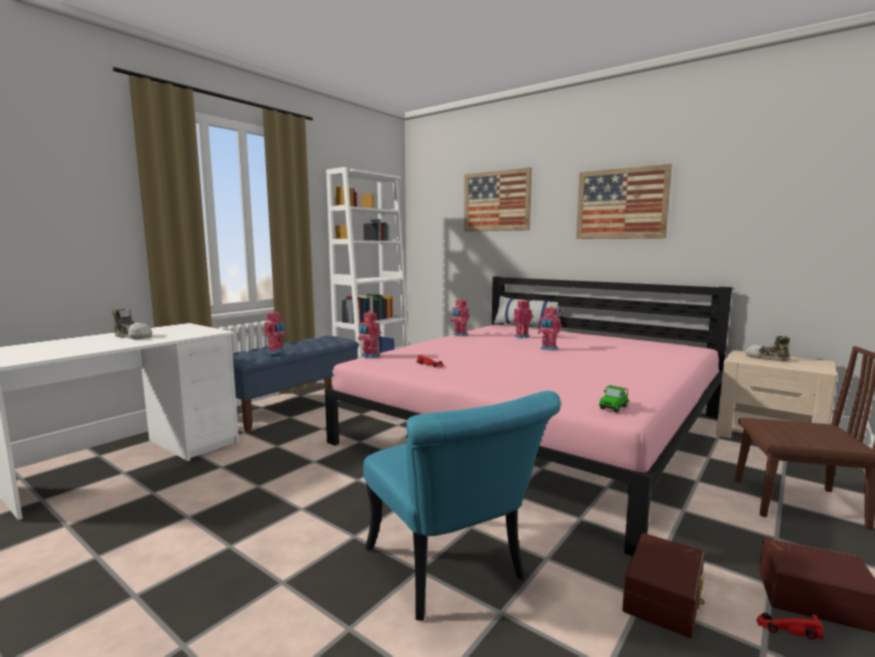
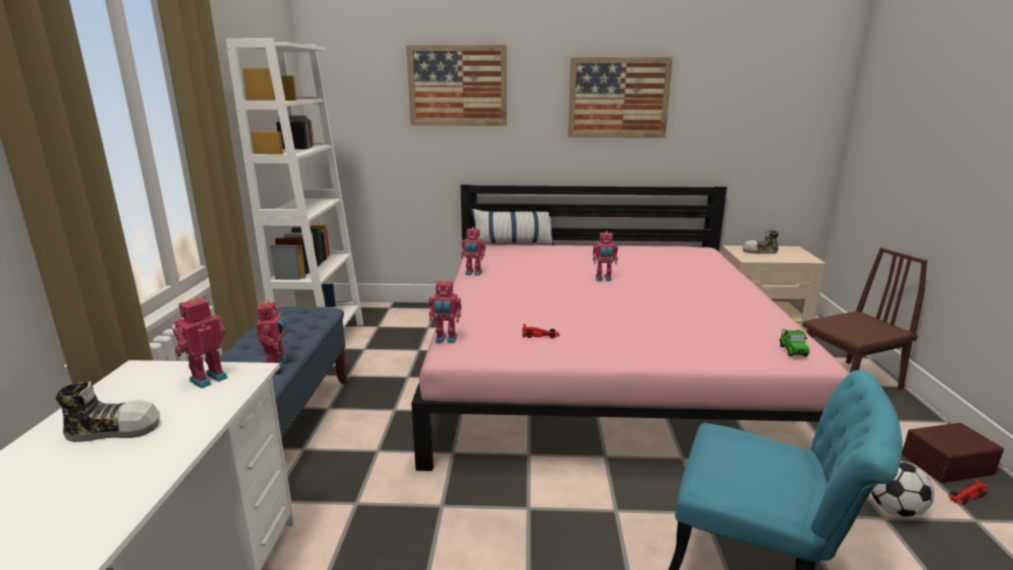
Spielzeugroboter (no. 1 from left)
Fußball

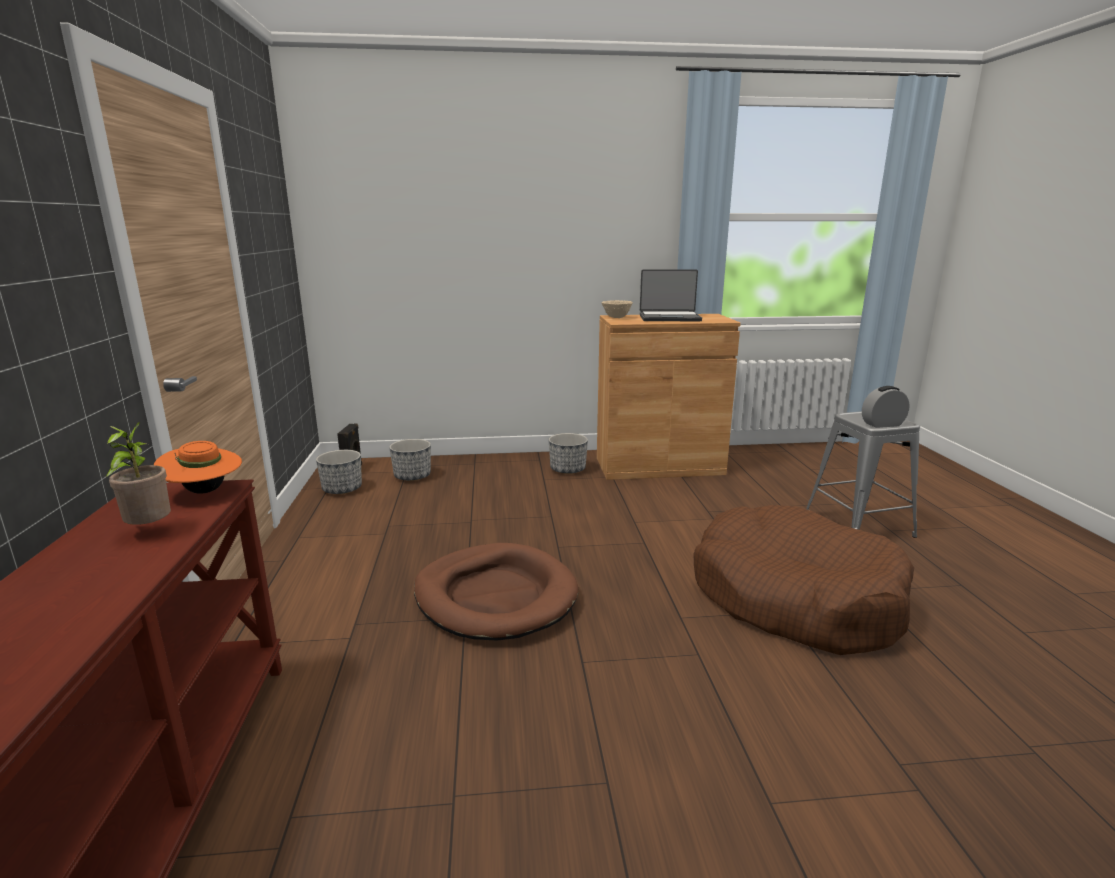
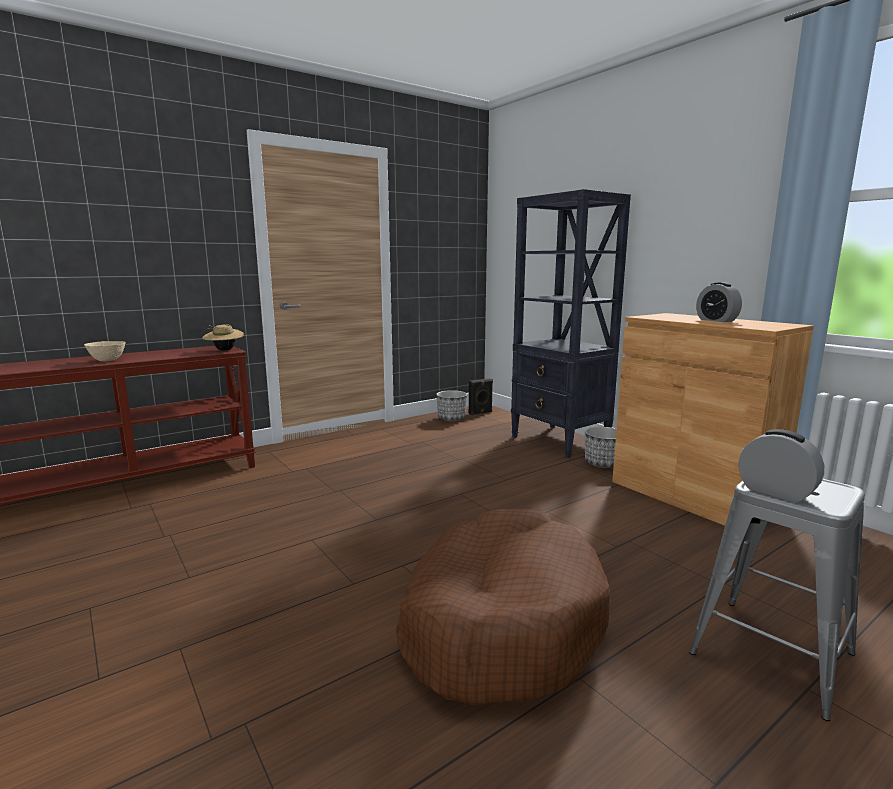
Wecker (no. 1 from left)
Schüssel [beige]
Topfpflanze
Pflanzkübel (no. 2 from left in the first image)
Hut [beige]
Hundebett [braun] (no. 1 from left in the first image)
Bücherregal [schwarz]

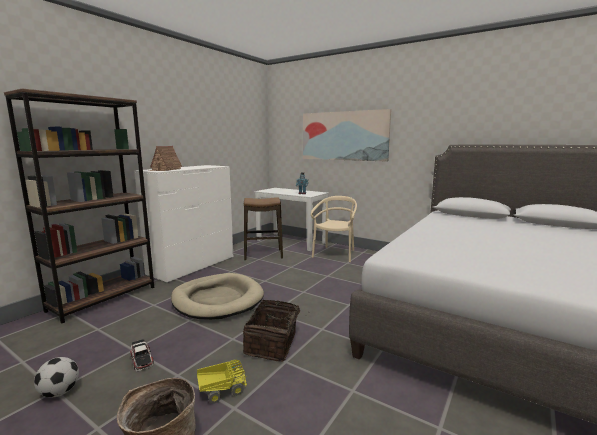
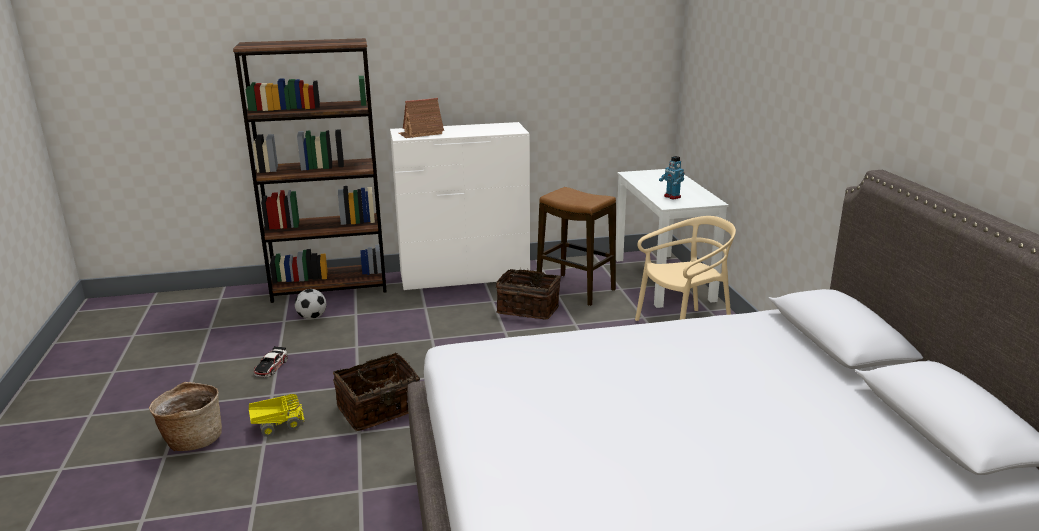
Bild
Hundebett [beige]
Fußball
Spielzeuglaster
Korb (no. 3 from left)

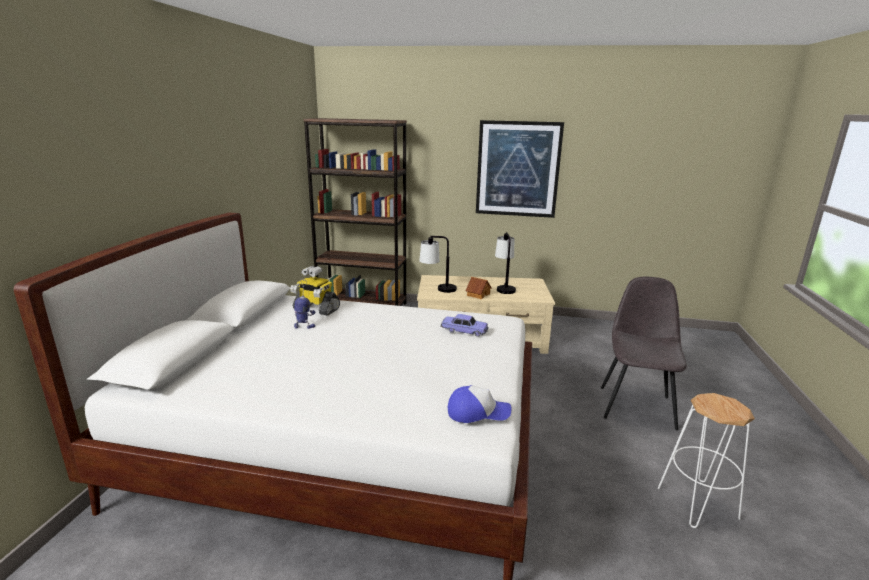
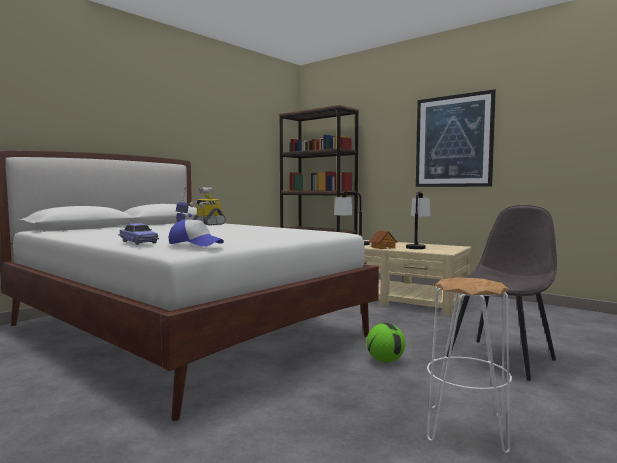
Spielzeugauto
Fußball

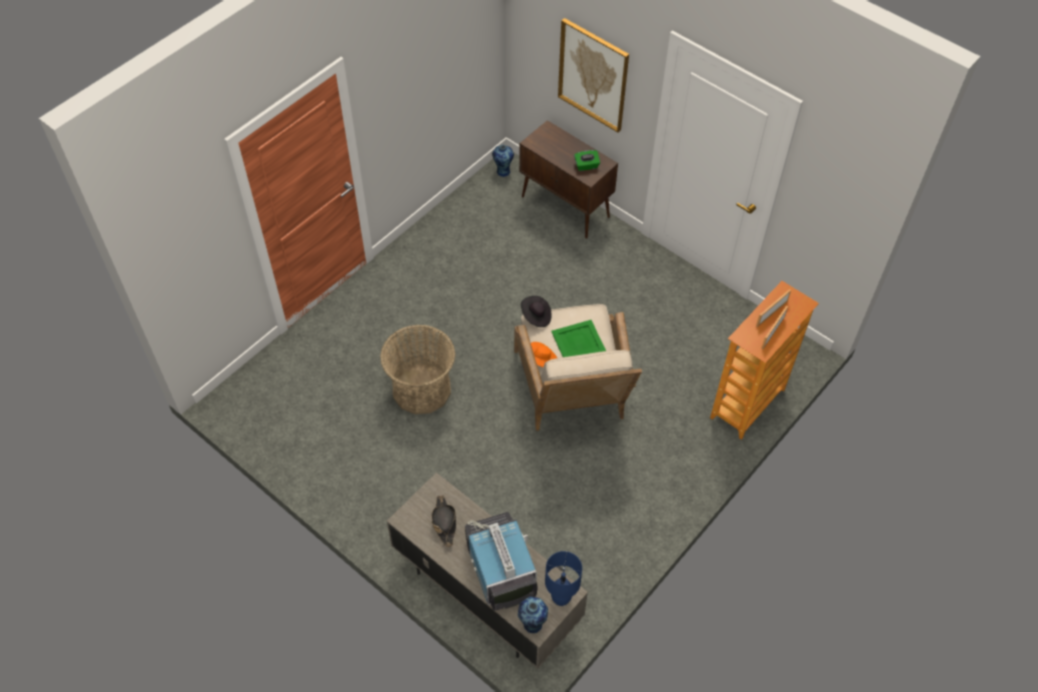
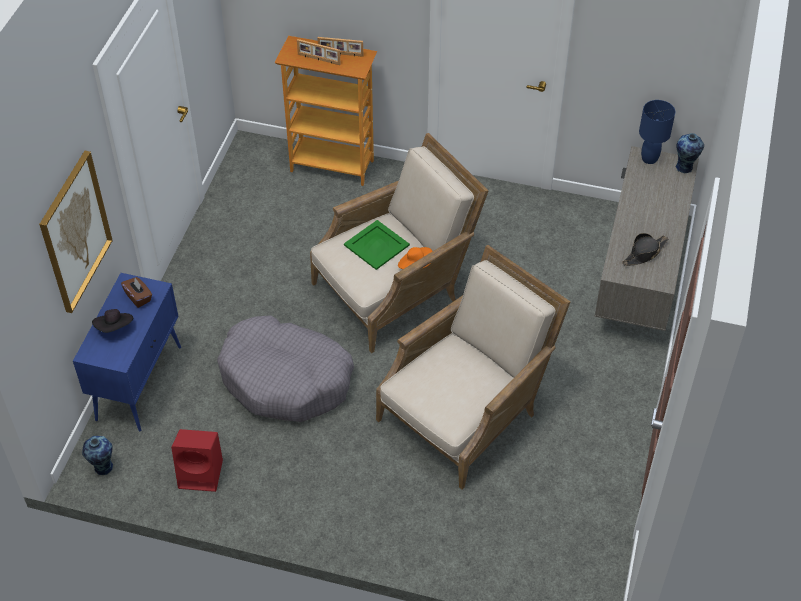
Schrank [blau]
Taschentuchbox [braun]
Hut [schwarz] (no. 1 from left)
Sessel [beige] (no. 2 from left)
Fernseher
Hundebett [grau]
Lautsprecher [rot]

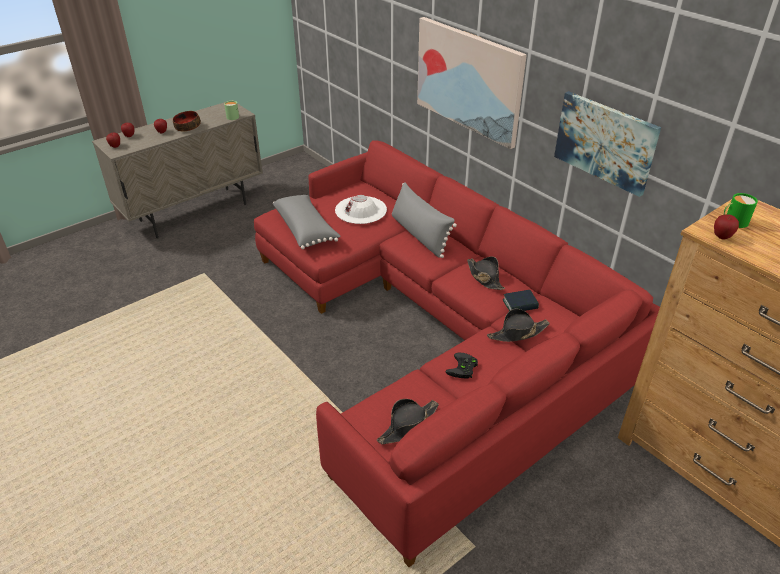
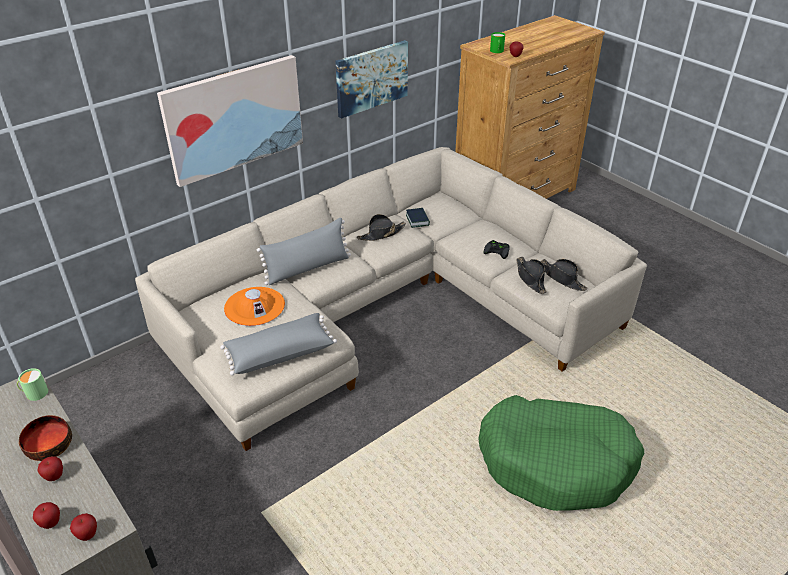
Sofa [beige]
Hut [orange]
Hut [schwarz] (no. 2 from left)
Hundebett [grün]

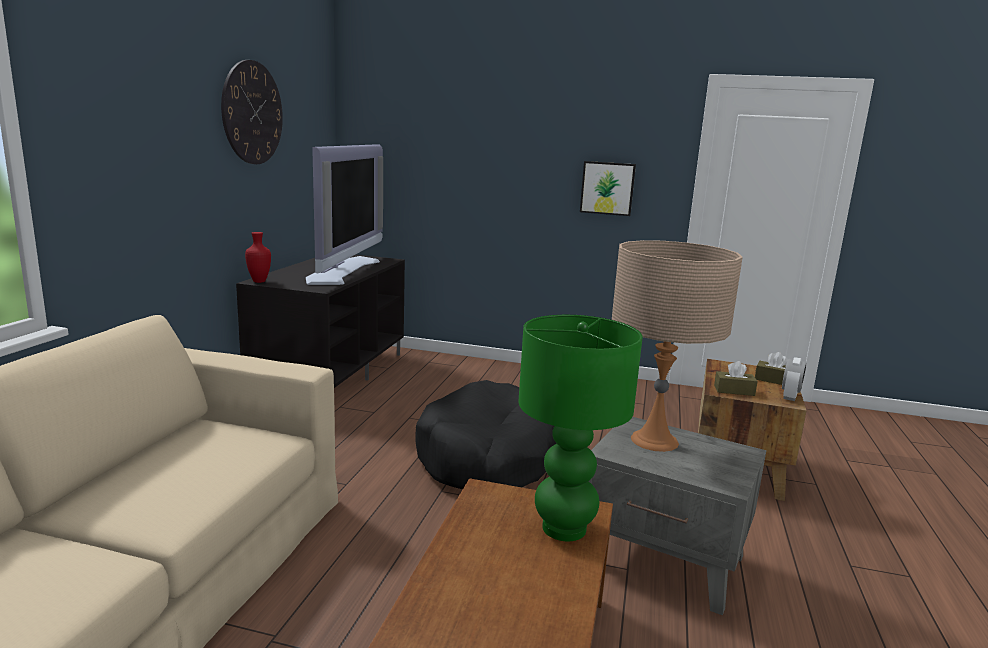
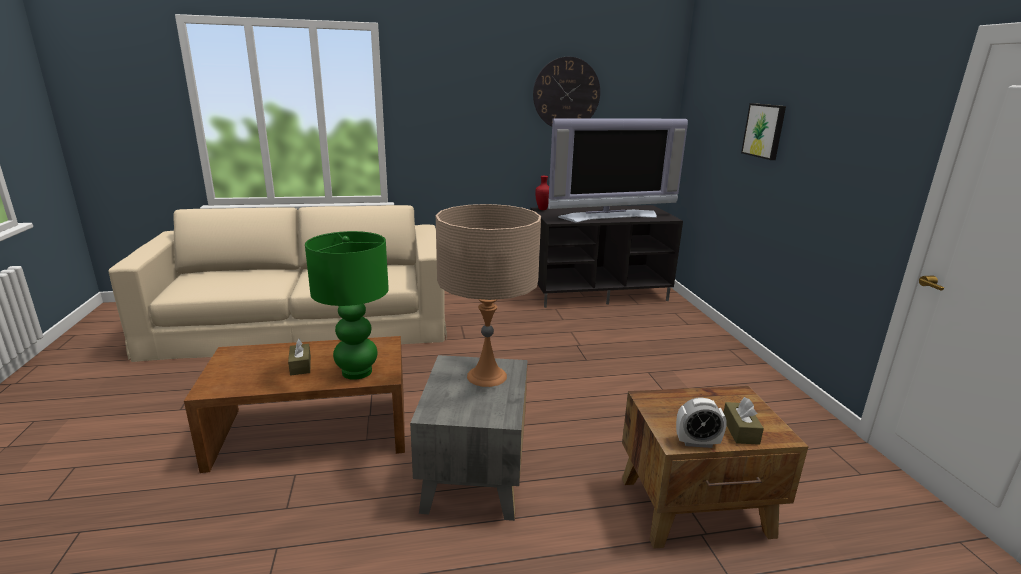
Bild
Taschentuchbox [braun] (no. 1 from left)
Hundebett [schwarz]

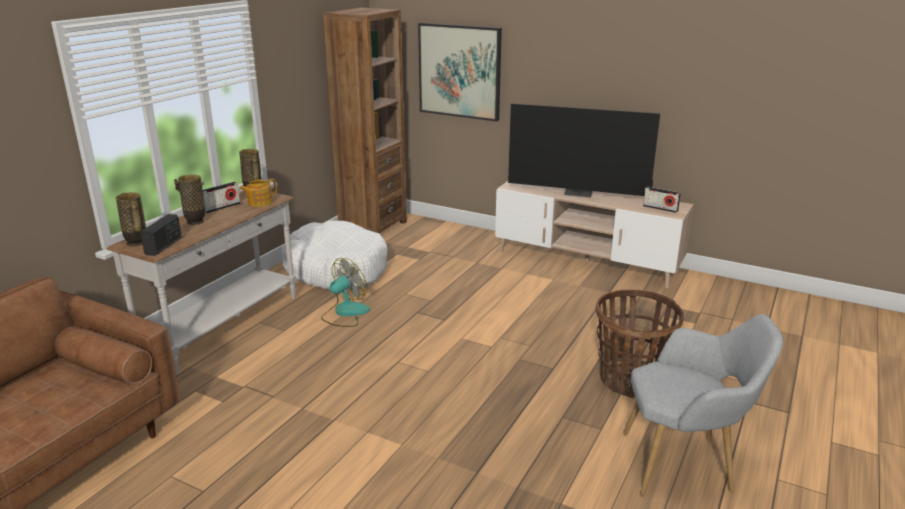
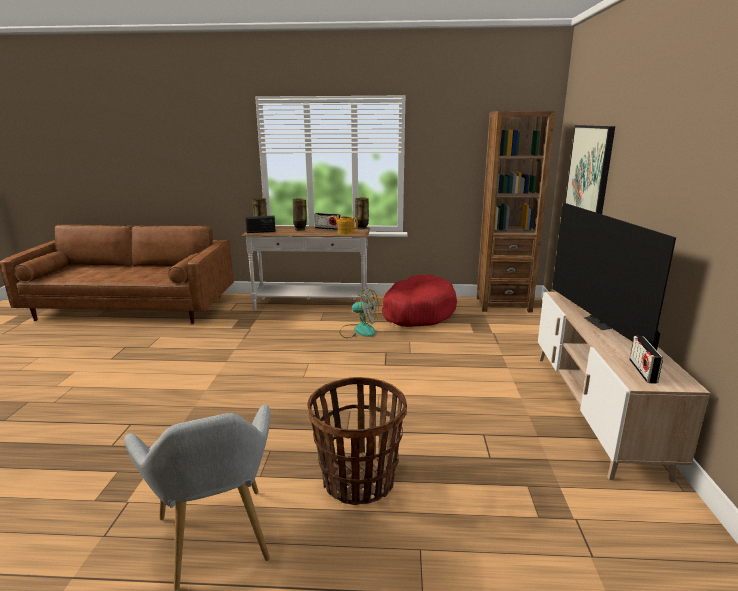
Hundebett [rot]

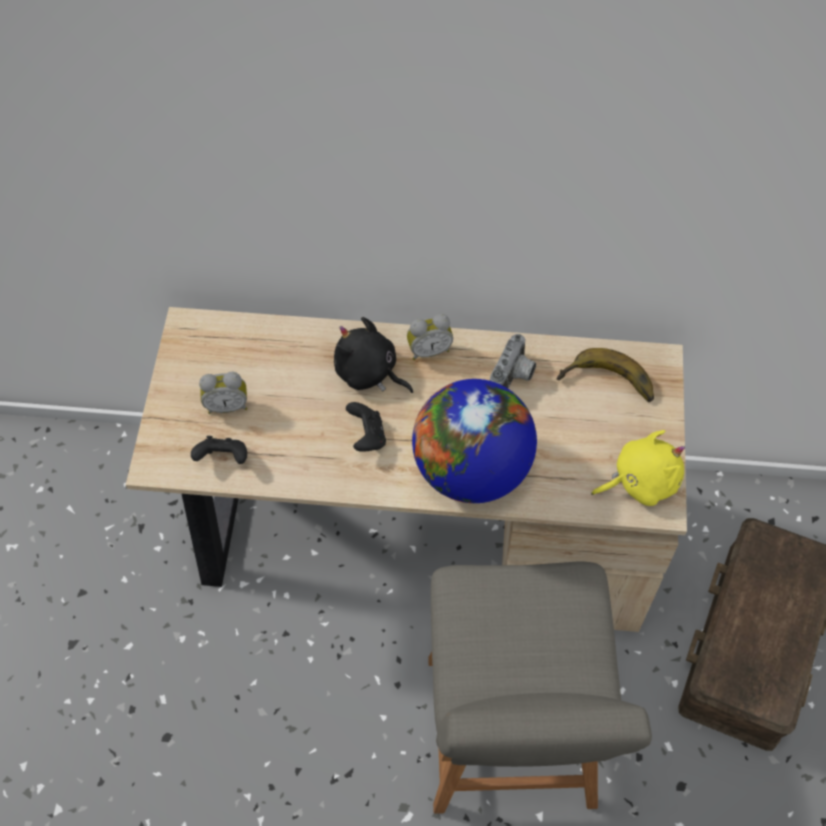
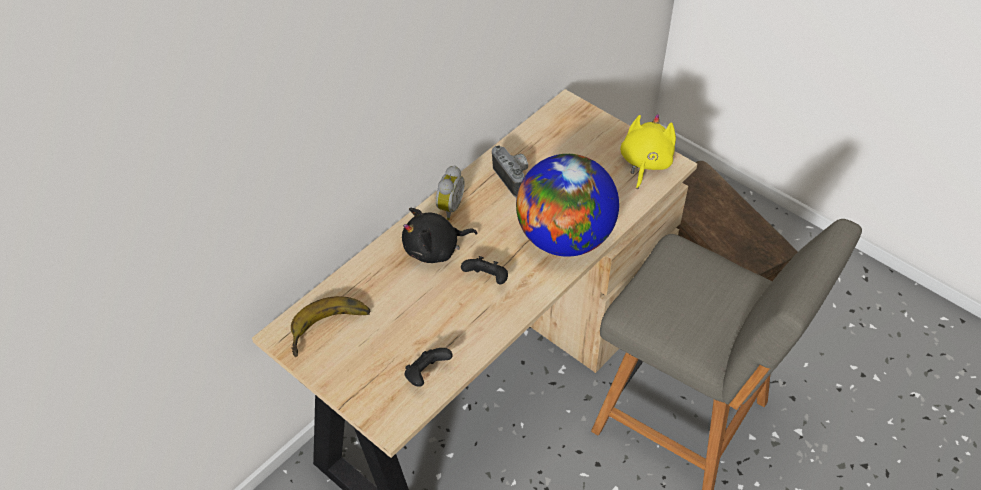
Banane
Wecker (no. 1 from left in the first image)

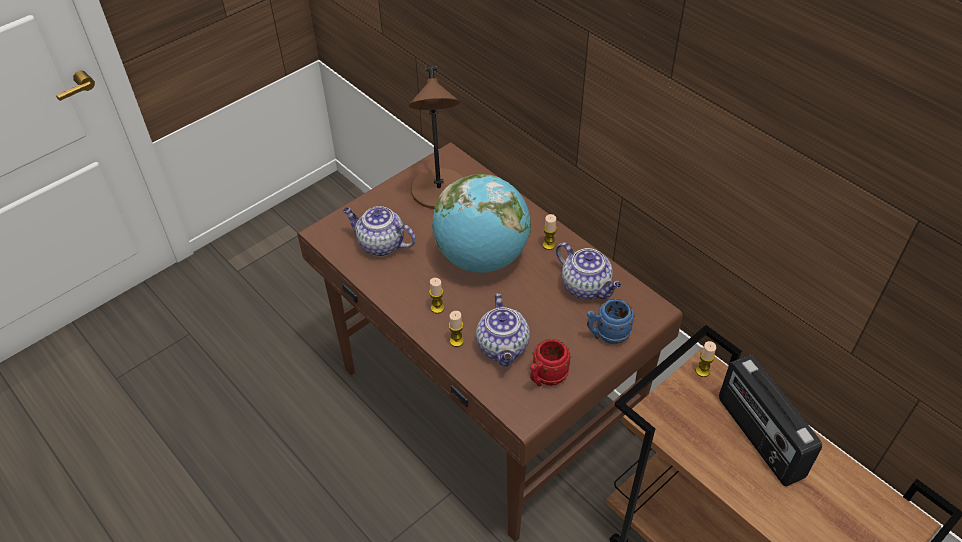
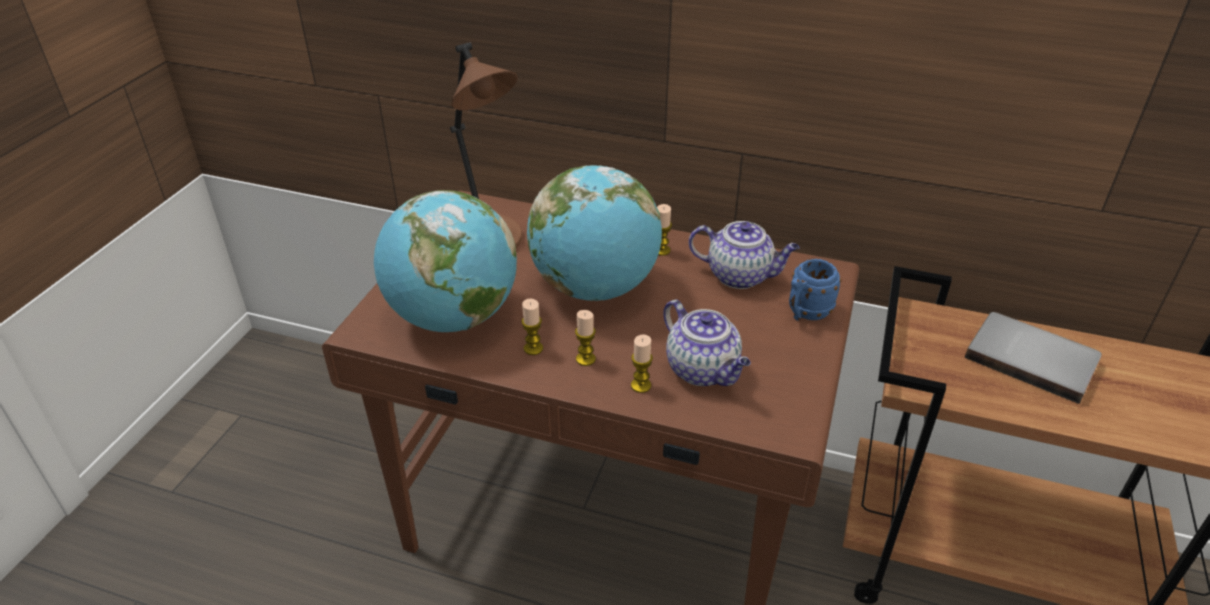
Globus (no. 1 from left)
Henkelbecher [rot]
Kerze (no. 1 from left)
Buch [grau]

